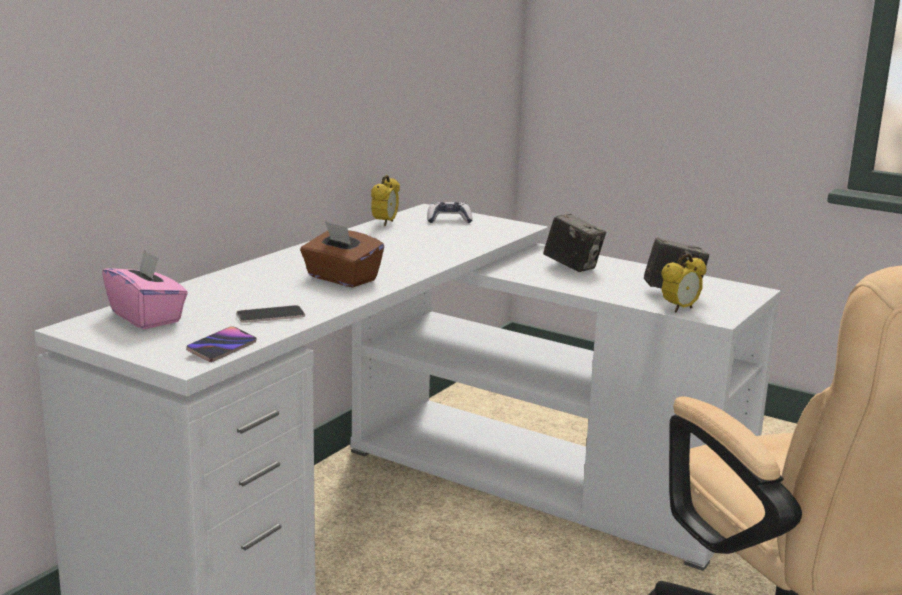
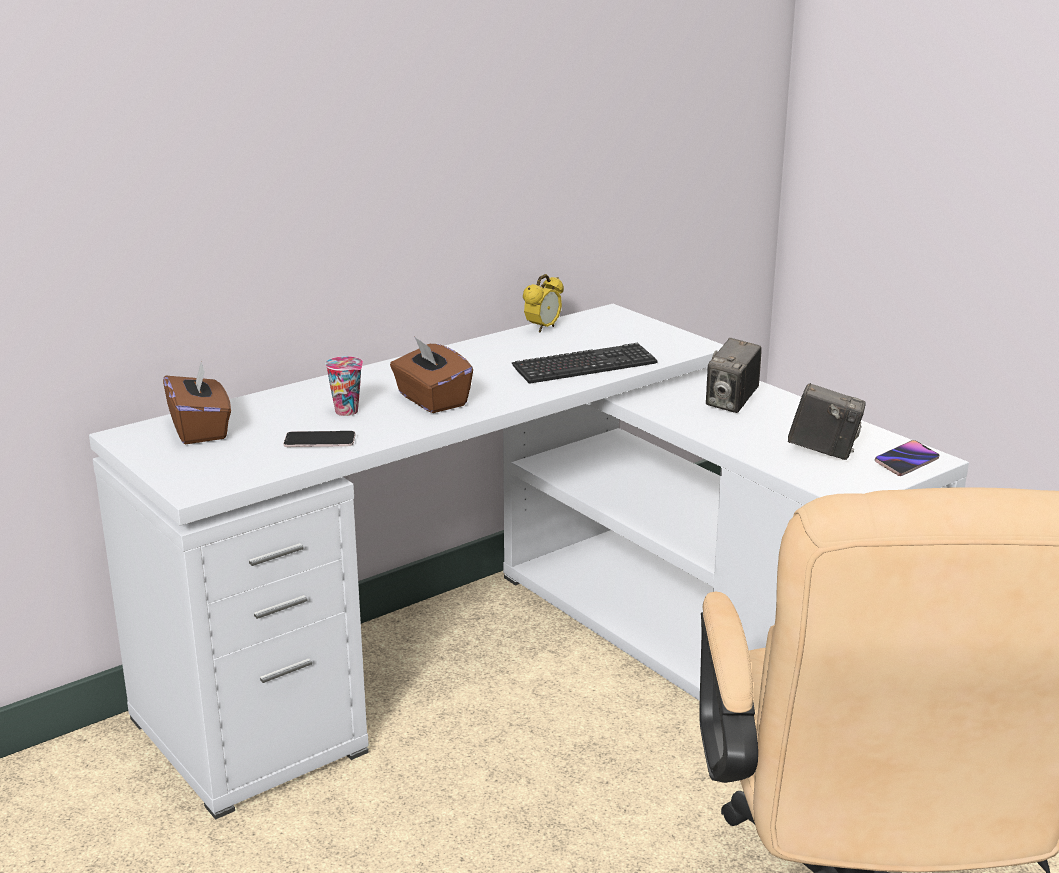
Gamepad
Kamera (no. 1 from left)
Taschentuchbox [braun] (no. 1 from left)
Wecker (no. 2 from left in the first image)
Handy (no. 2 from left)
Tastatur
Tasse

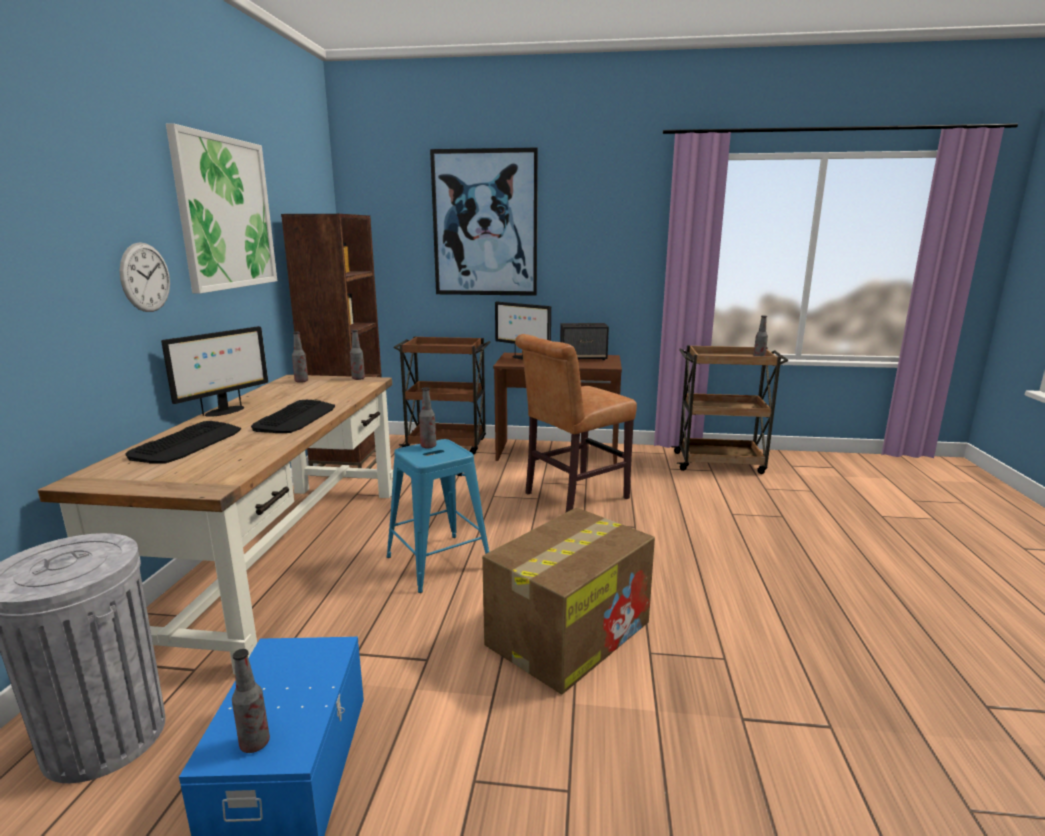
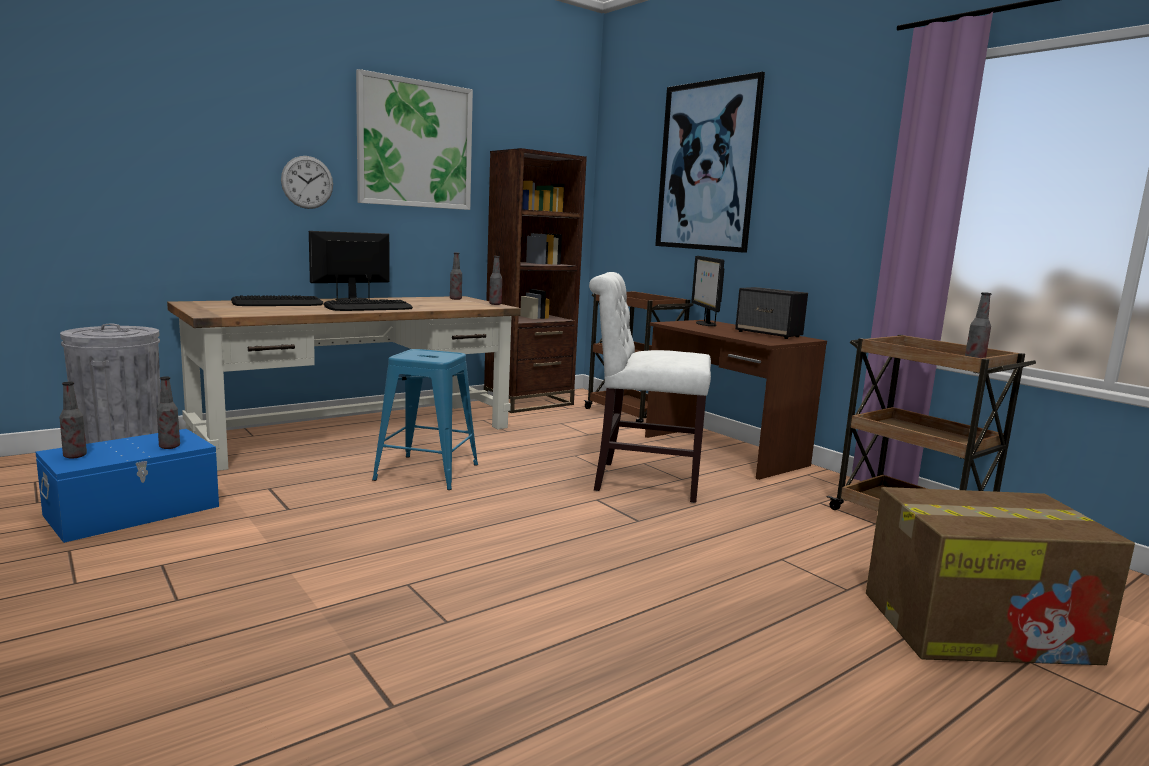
Monitor (no. 1 from left)
Stuhl [weiß]
Flasche (no. 2 from left)
Karton

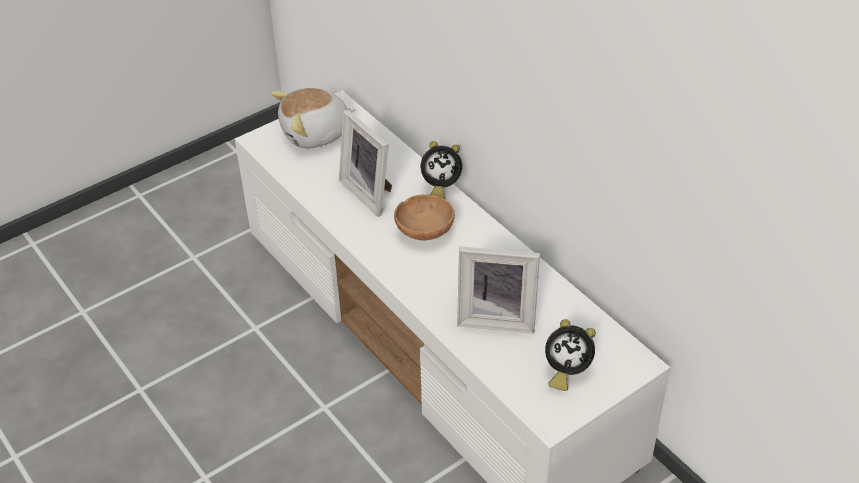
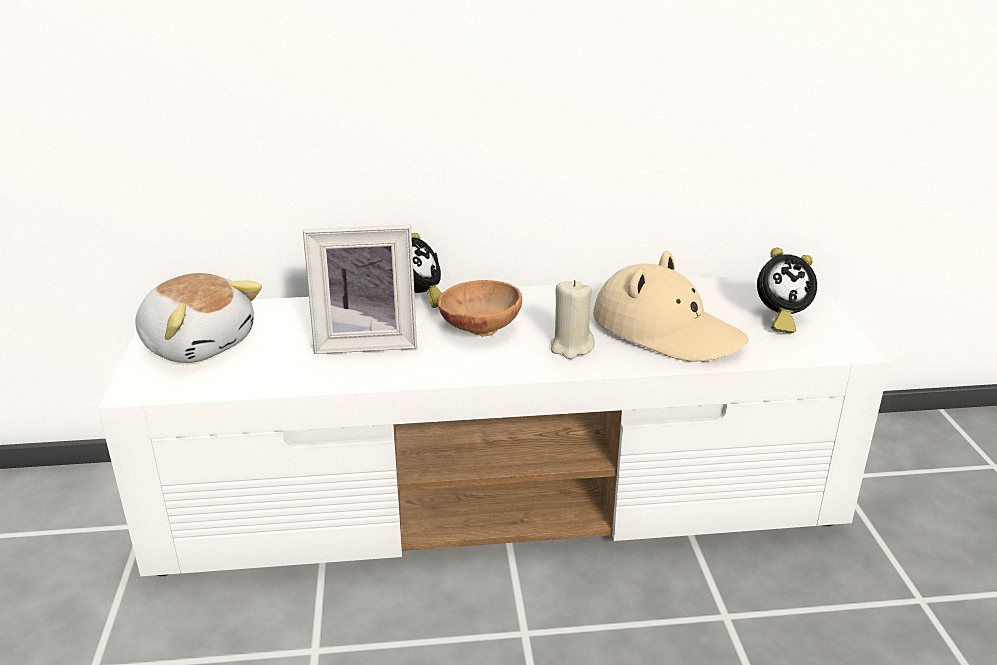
Plüschtier
Hut [beige]
Wecker (no. 2 from left)
Kerze [beige]

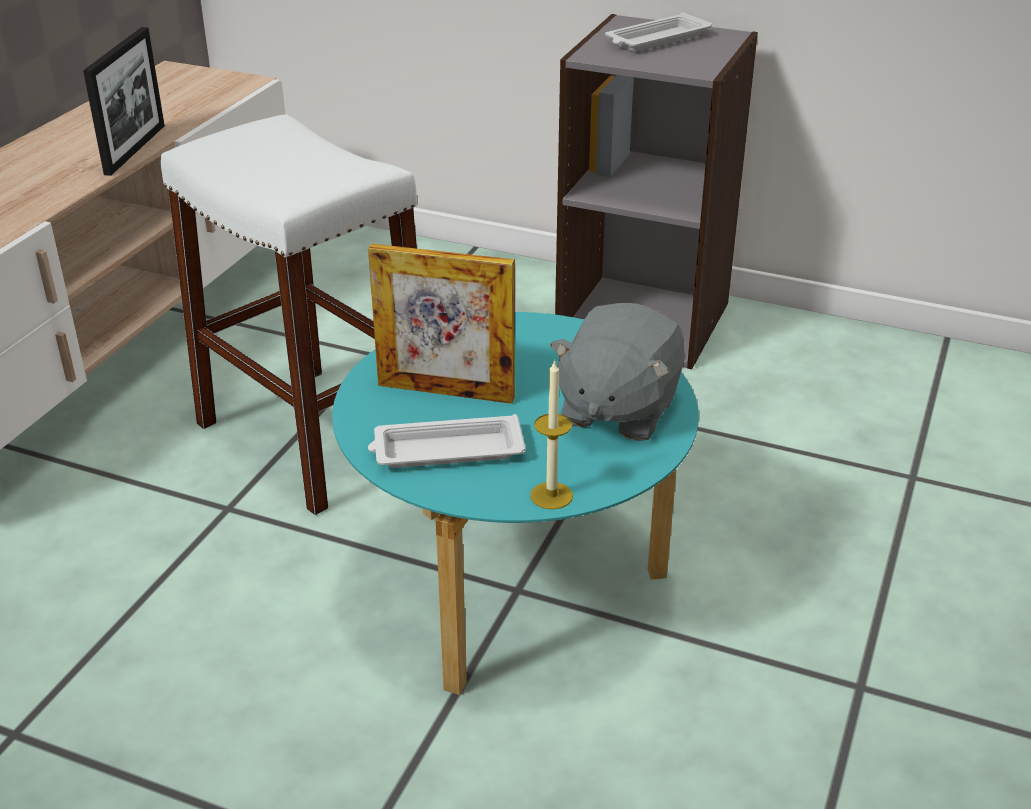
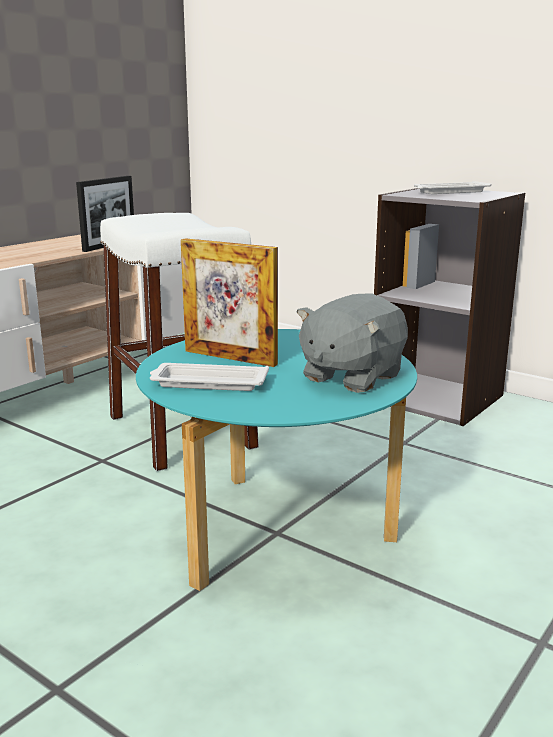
Kerze

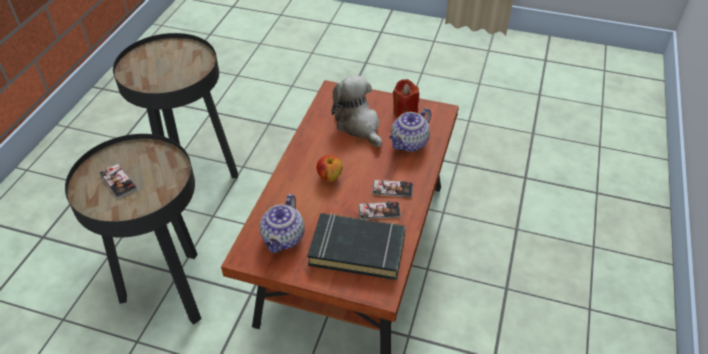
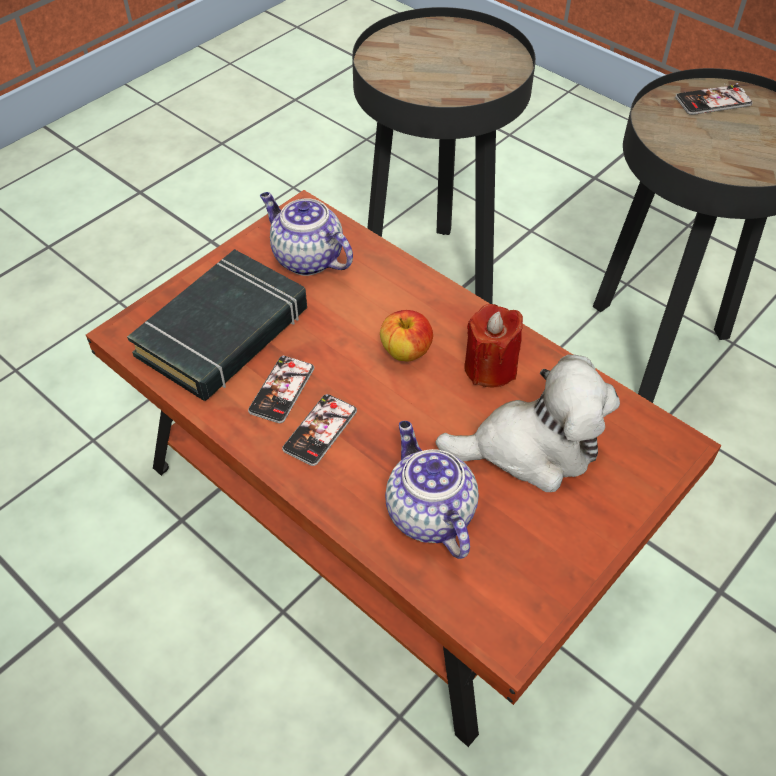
Kerze [rot]
Handy (no. 3 from left)

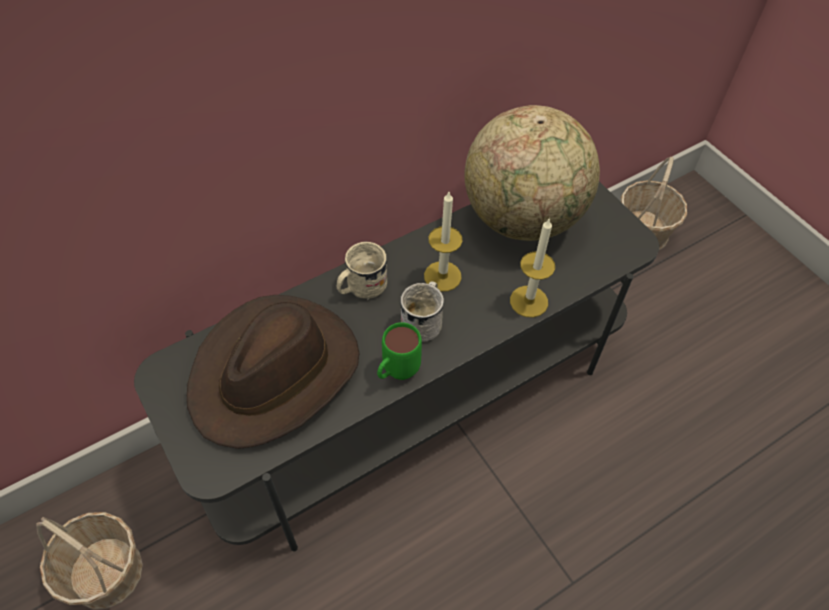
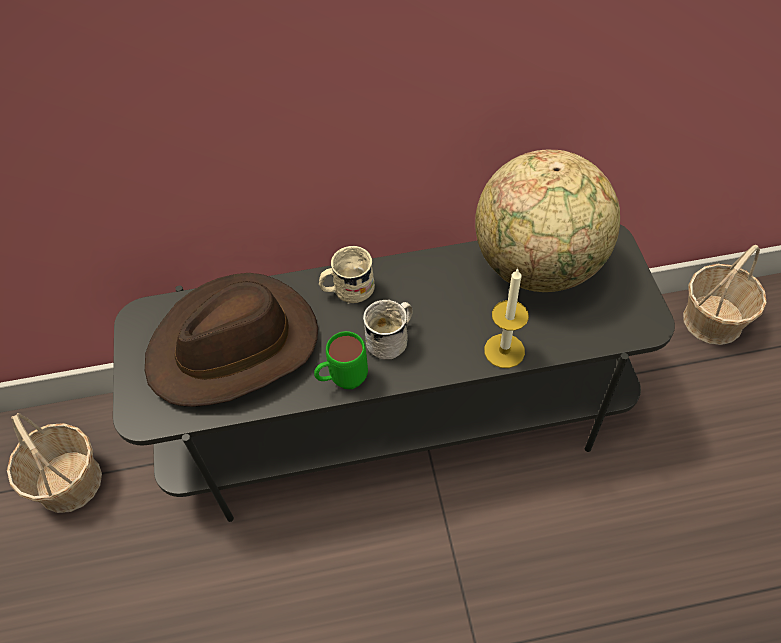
Kerze (no. 1 from left in the first image)

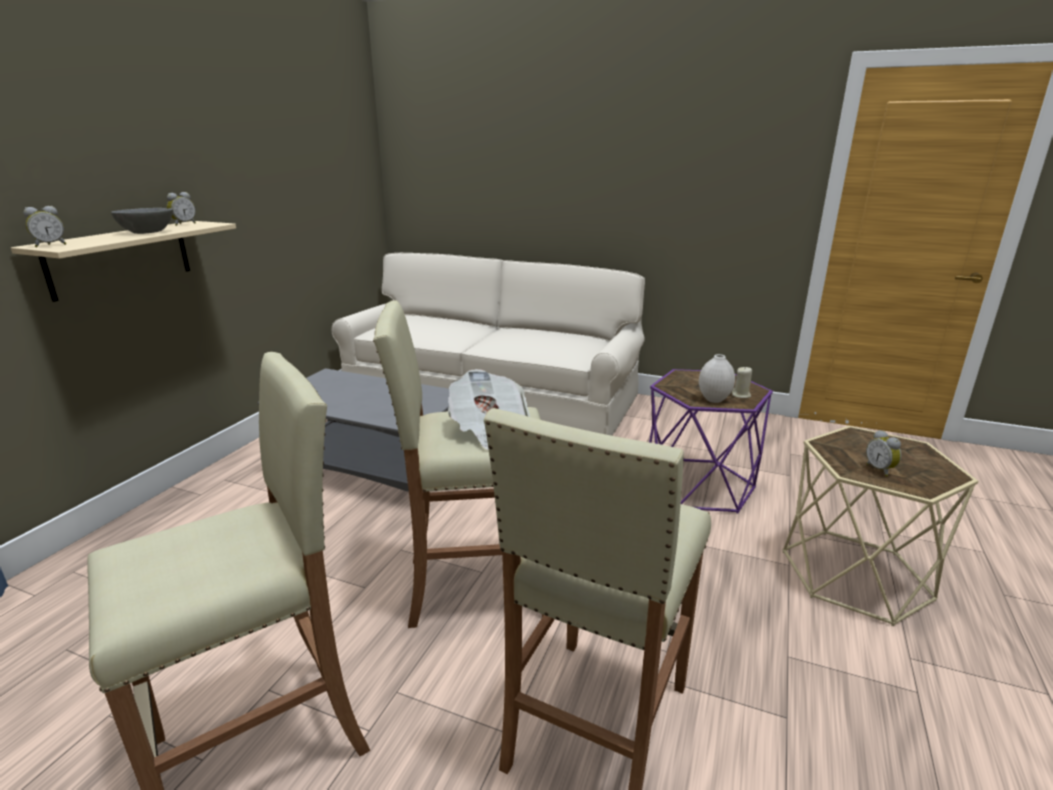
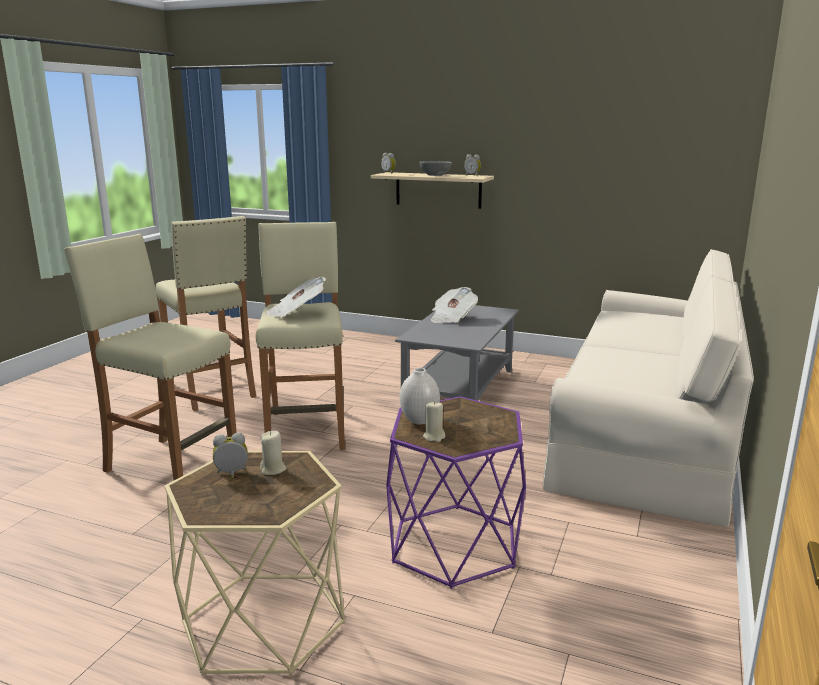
Zeitung (no. 2 from left)
Kerze [beige] (no. 1 from left)

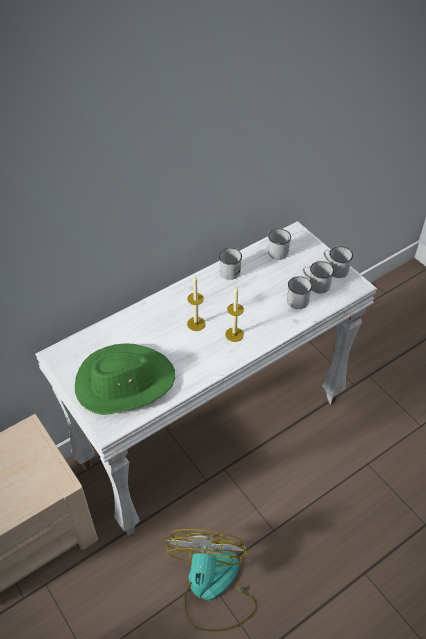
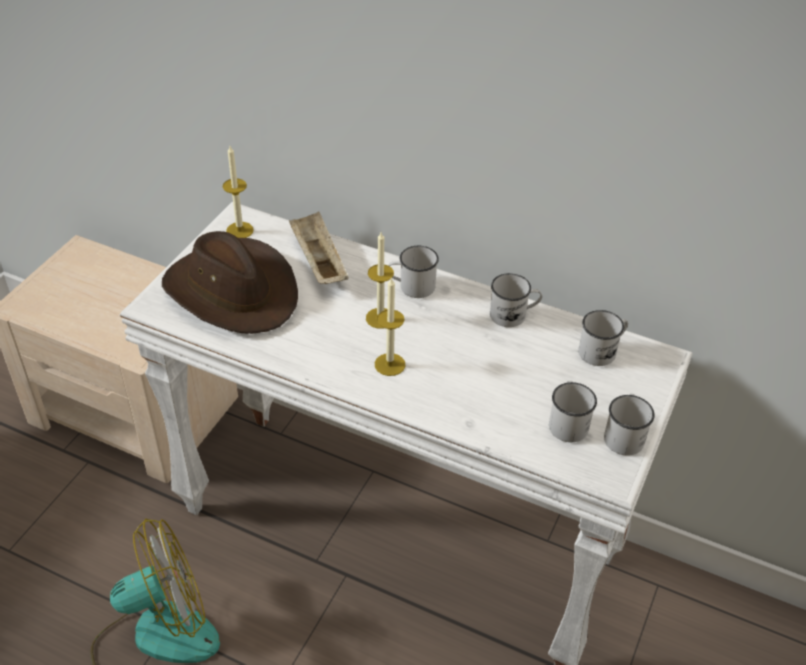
Henkelbecher [weiß] (no. 1 from left)
Hut [braun]
Kerze (no. 1 from left)
Tablett [beige]

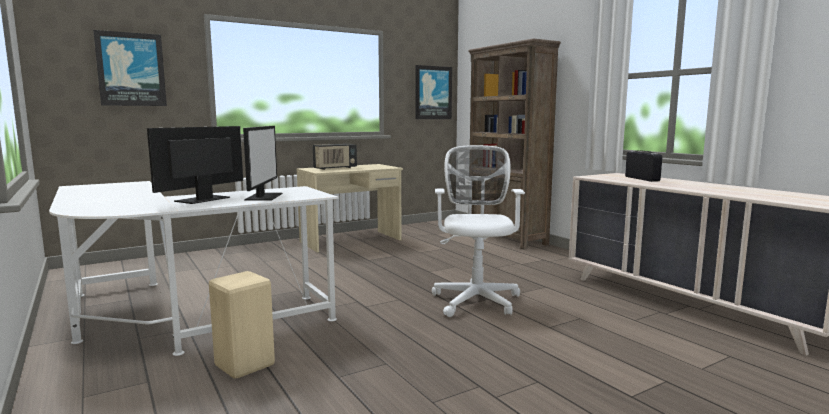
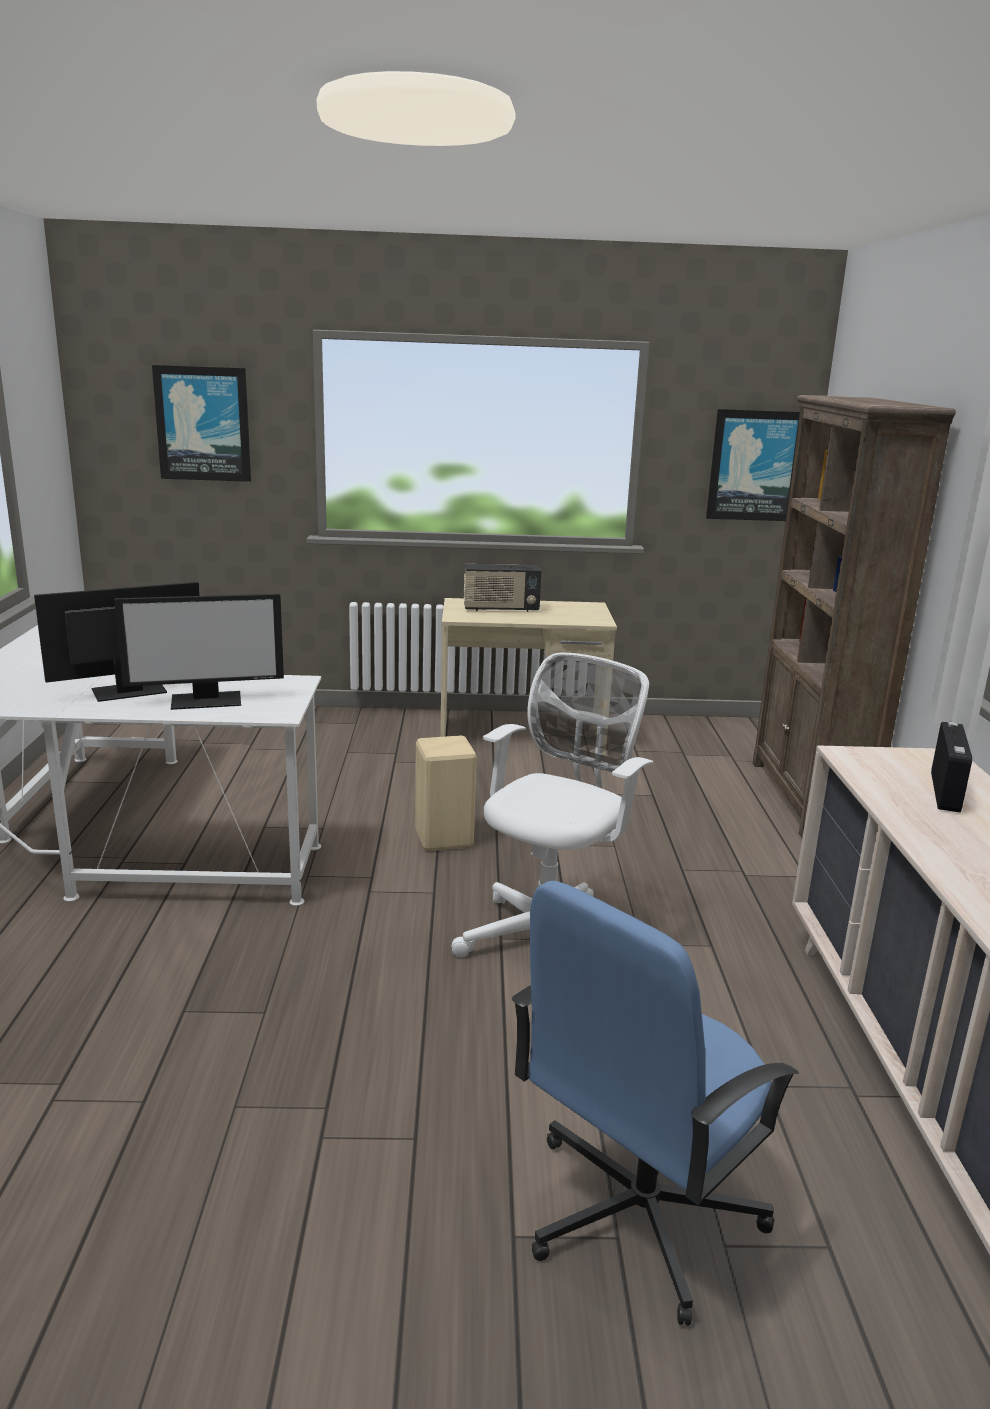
Monitor (no. 2 from left)
Hocker [beige]
Bürostuhl [blau]

